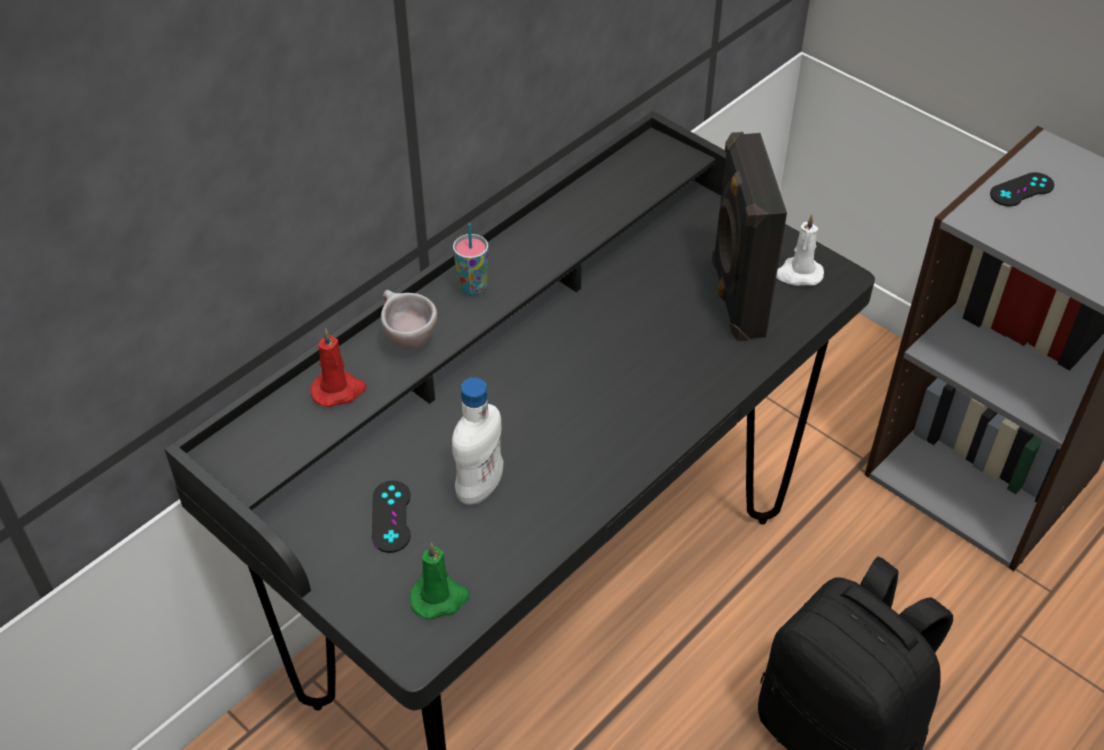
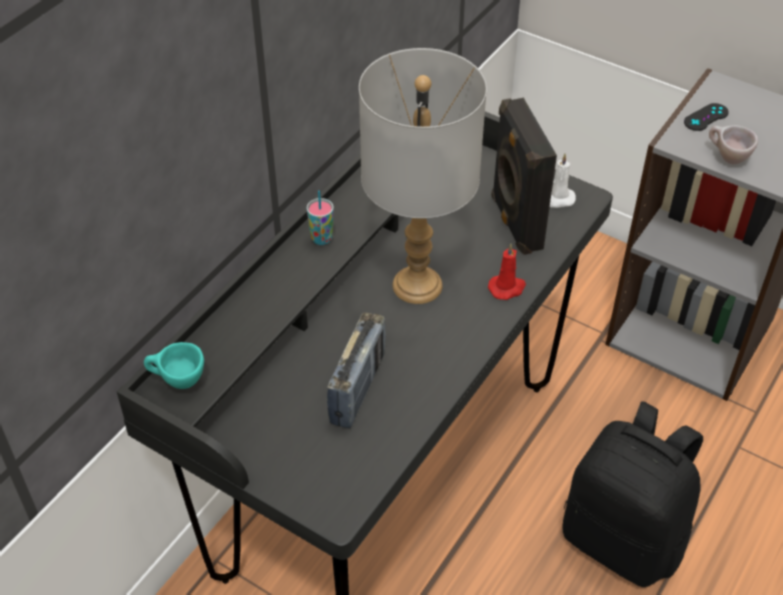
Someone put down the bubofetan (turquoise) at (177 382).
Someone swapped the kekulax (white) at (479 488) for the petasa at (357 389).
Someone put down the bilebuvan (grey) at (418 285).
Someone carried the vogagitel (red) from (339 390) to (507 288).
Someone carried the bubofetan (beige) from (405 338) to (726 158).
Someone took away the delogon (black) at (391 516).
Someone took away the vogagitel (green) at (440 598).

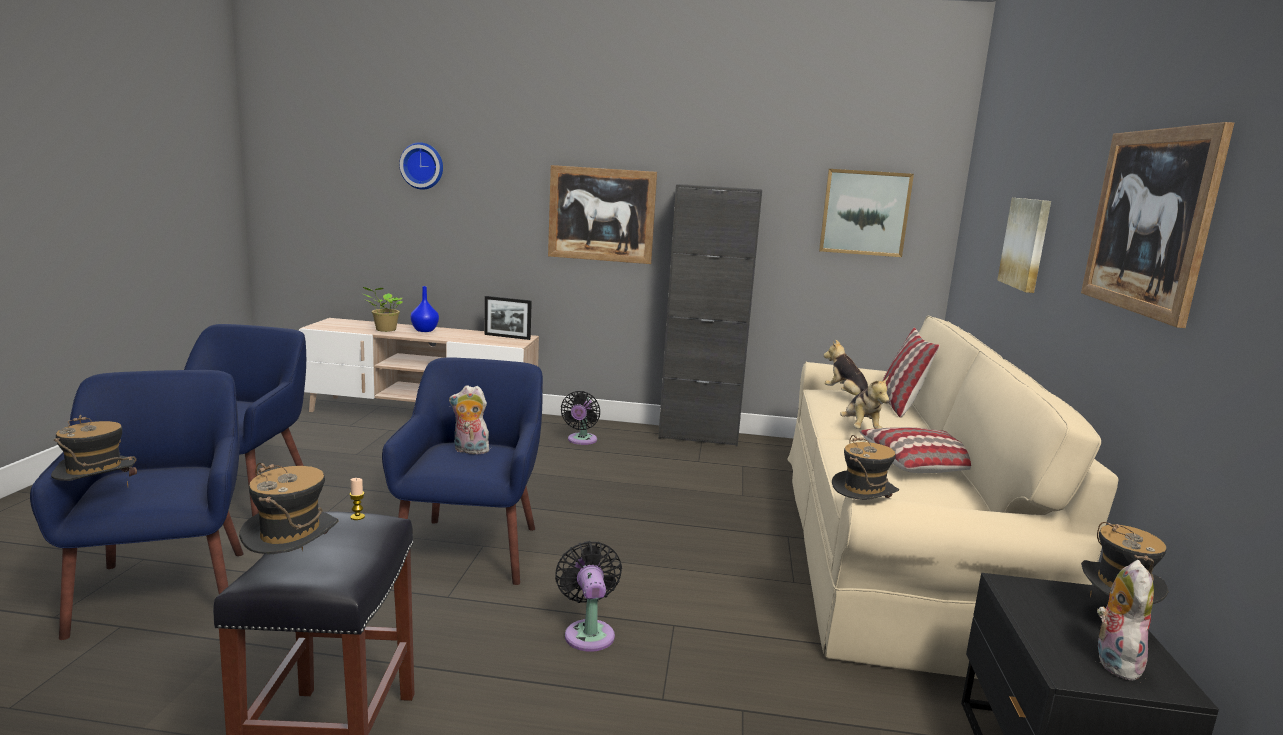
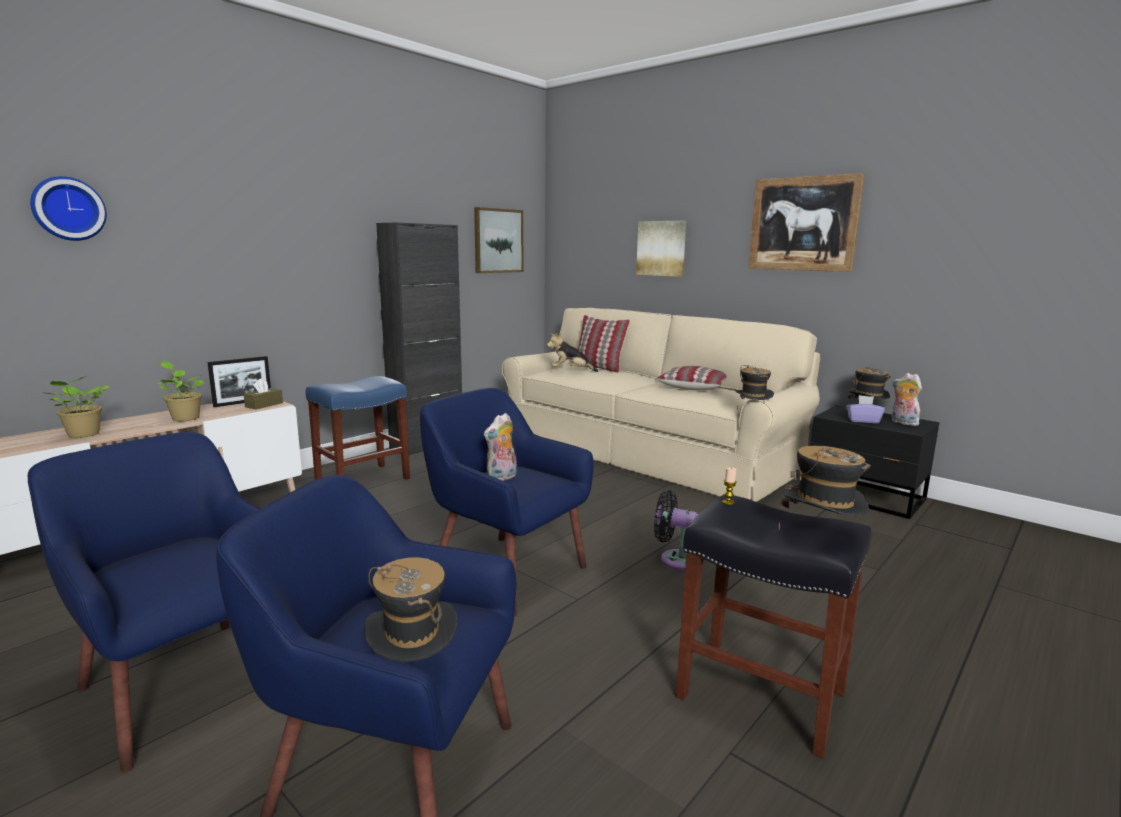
Someone put down the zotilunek at (184 418).
Someone put down the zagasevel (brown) at (264 405).
Someone swapped the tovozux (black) at (581 440) for the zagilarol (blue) at (363 479).
Someone put down the zagasevel (purple) at (863 420).
Someone took away the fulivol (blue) at (425 330).
Someone took away the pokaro at (601 214).
Someone took away the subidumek at (860 429).

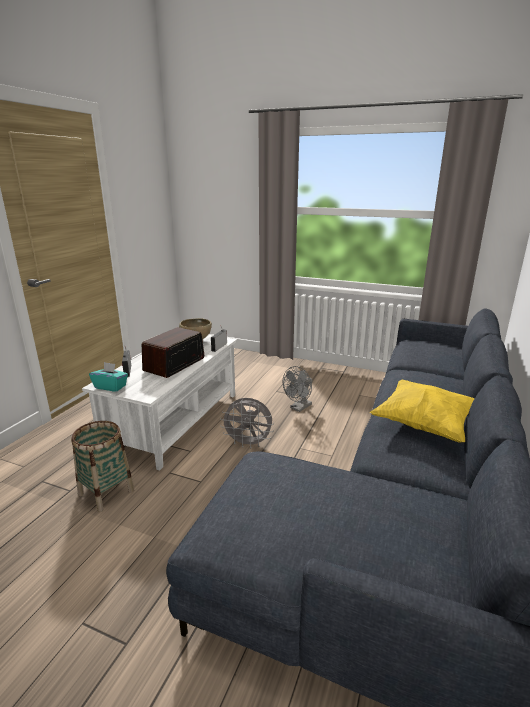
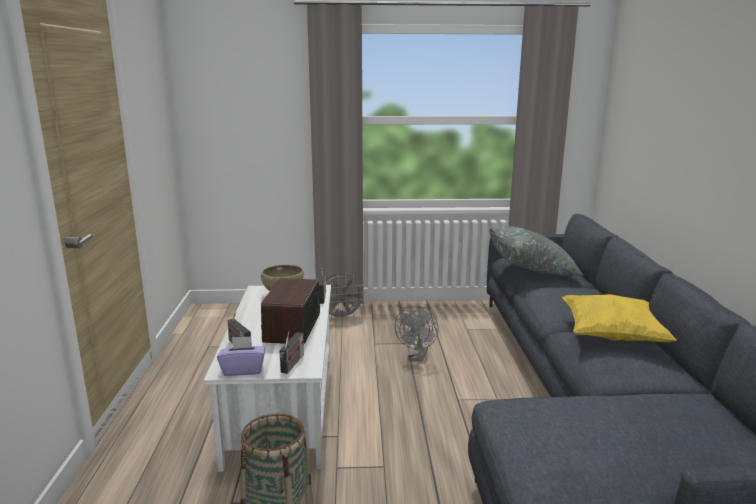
Someone repainted the zagasevel (turquoise) at (111 386), which became the zagasevel (purple) at (243 370).
Someone put down the petasa at (292 364).
Someone carried the tovozux (grey) from (248 443) to (341 317).
Someone put down the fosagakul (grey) at (532 269).

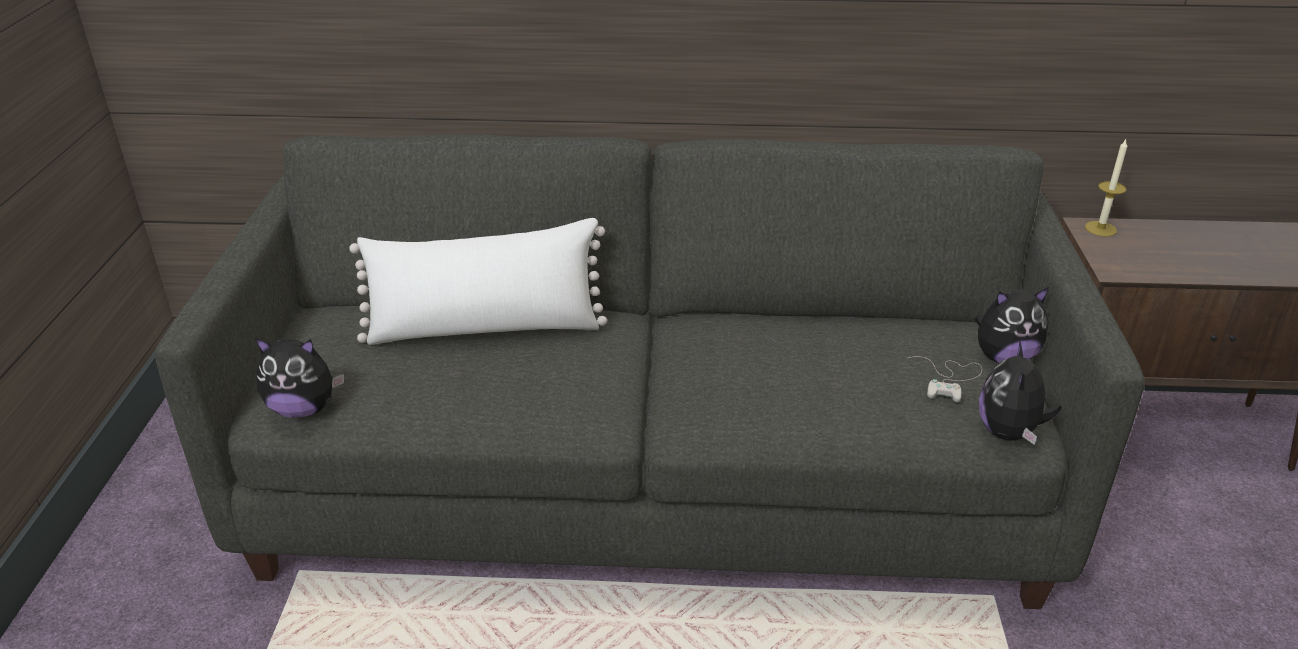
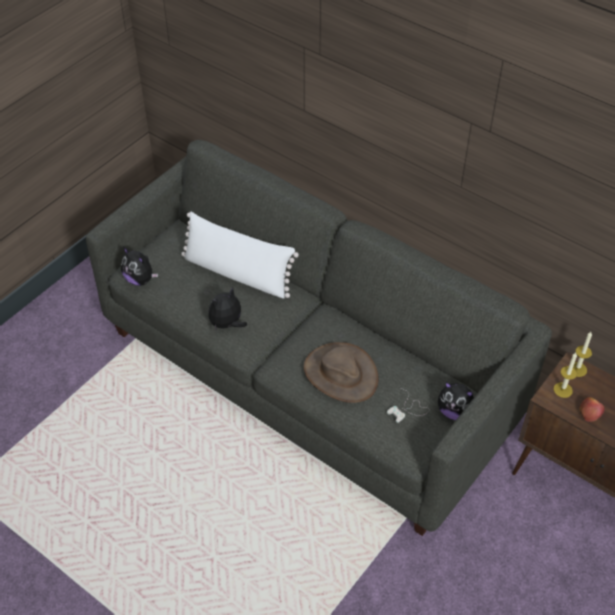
Someone carried the subidumek from (1009 433) to (227 324).
Someone put down the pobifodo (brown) at (340 374).
Someone put down the vogagitel at (563 390).
Someone put down the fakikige at (590 412).

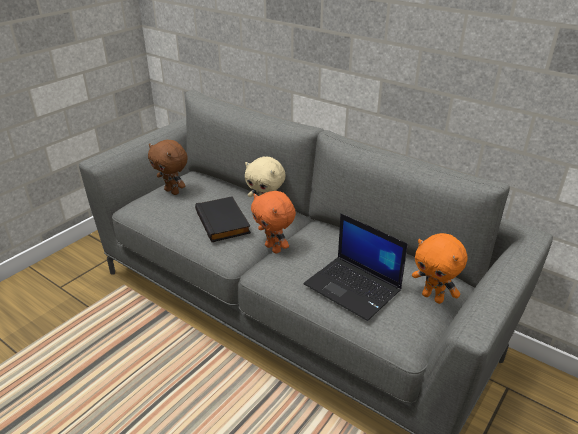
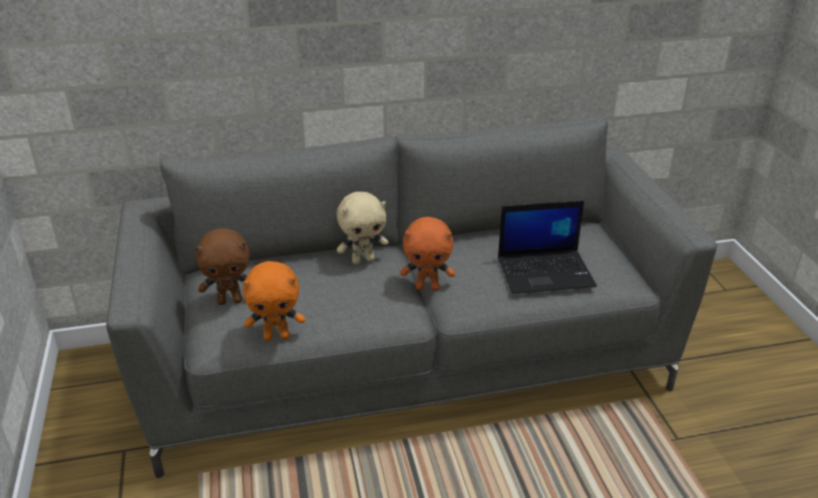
Someone carried the subidumek (orange) from (433 297) to (277 336).
Someone took away the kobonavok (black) at (224 222).

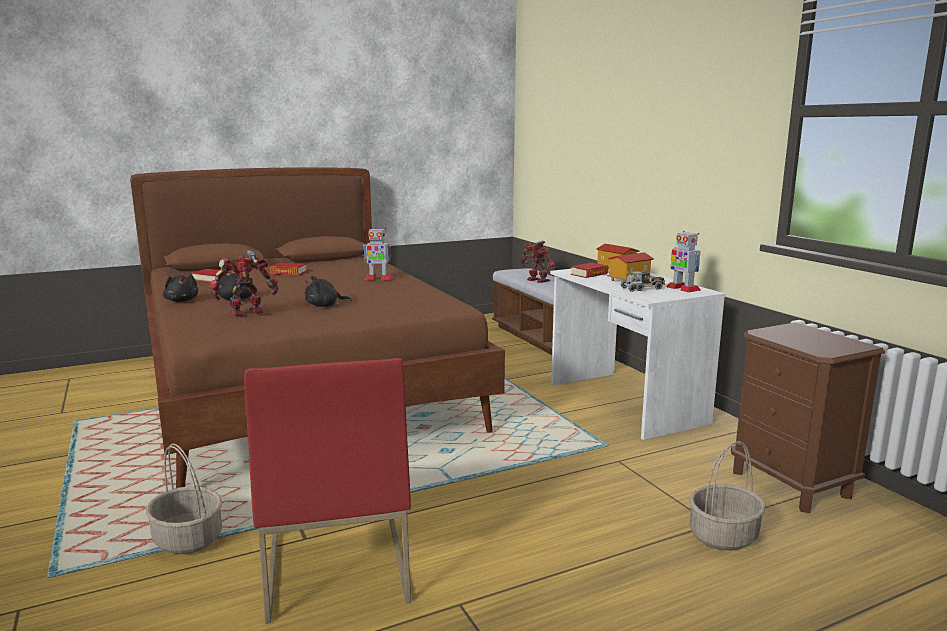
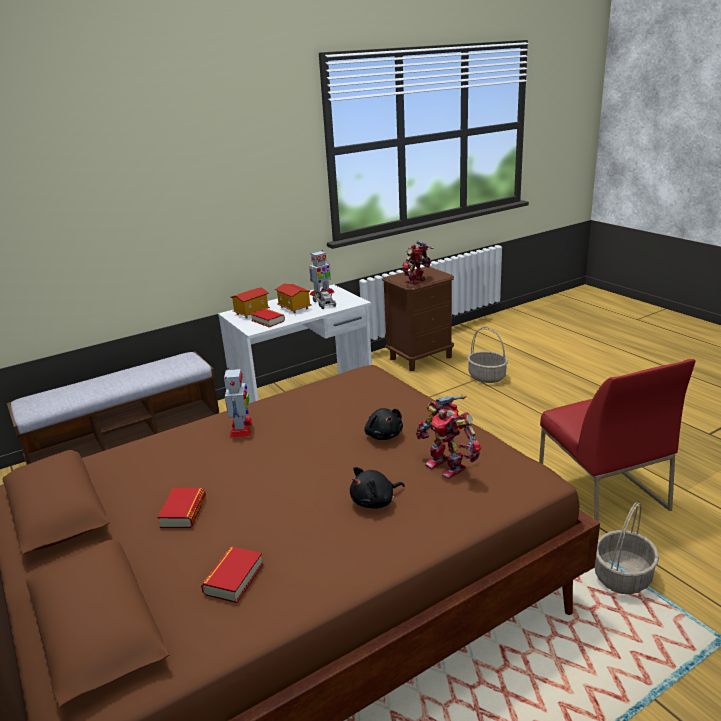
Someone carried the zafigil from (537 281) to (417 281).
Someone rotated the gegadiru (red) at (335 566) by 90 degrees clockwise.
Someone took away the subidumek (black) at (182 301).

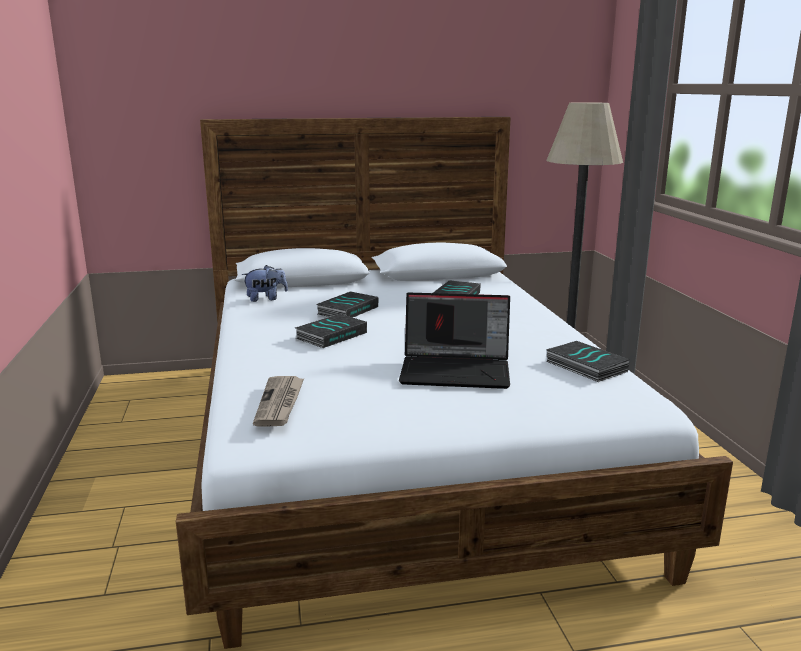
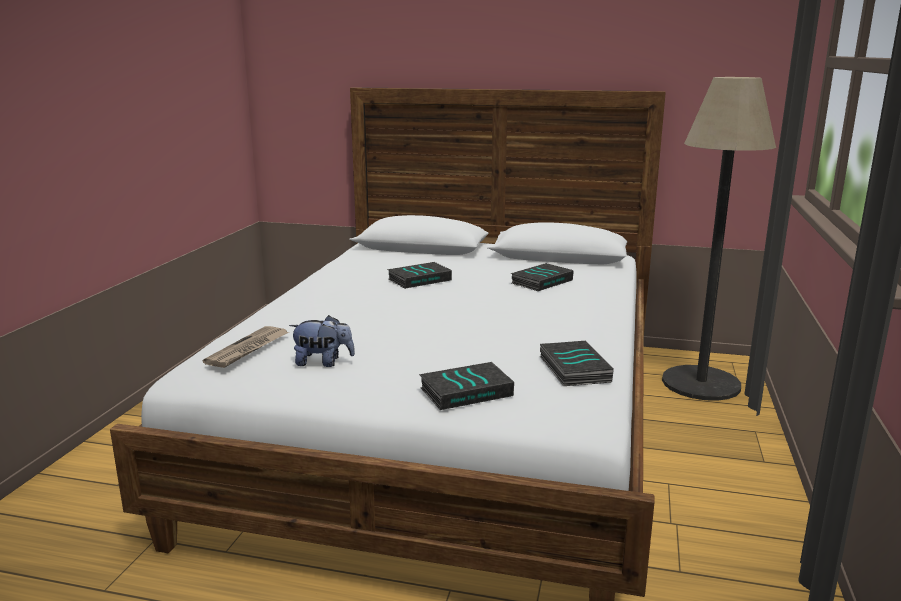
Someone carried the subidumek from (266 299) to (323 362).
Someone carried the kobonavok from (331 335) to (466 391).
Someone took away the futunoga at (457 370).

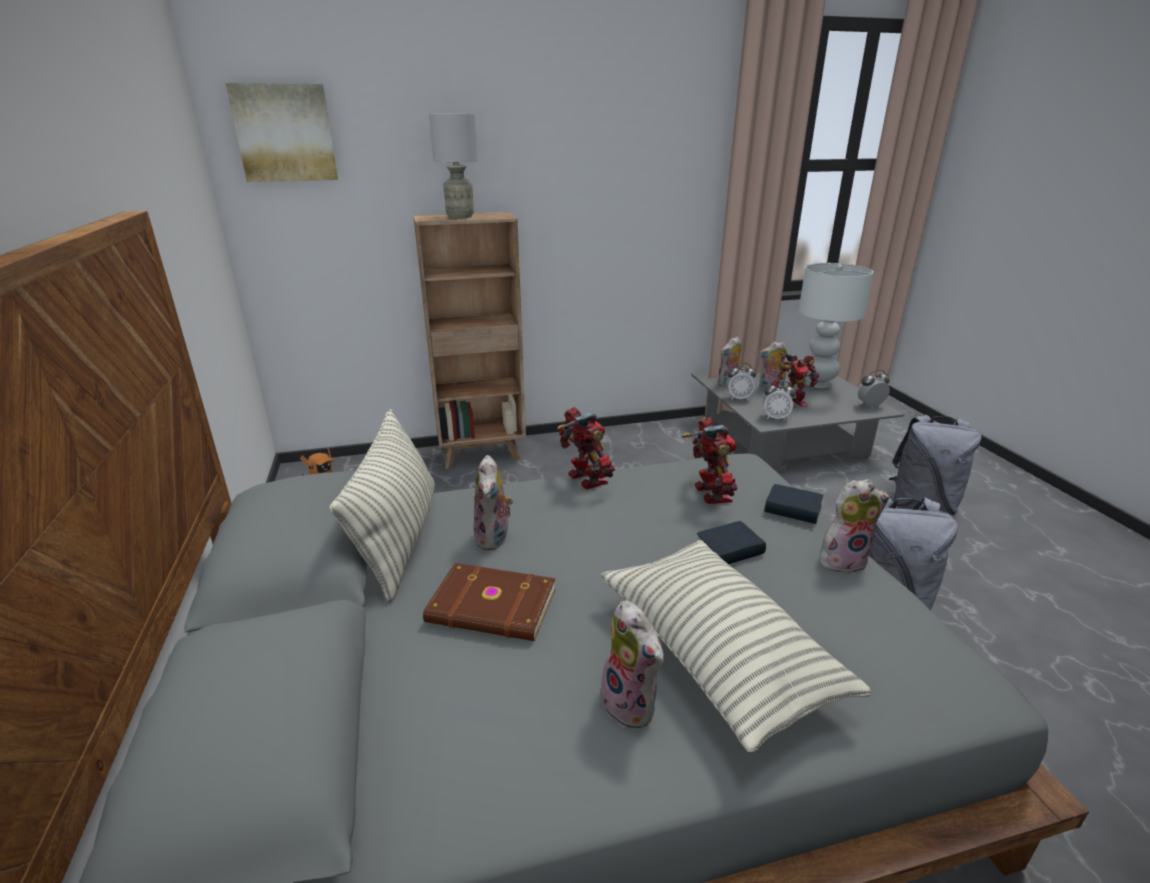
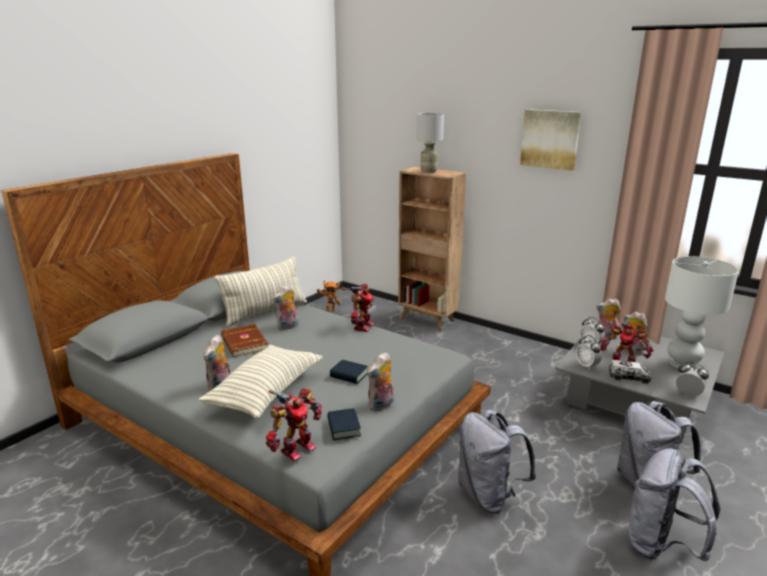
Someone carried the zafigil from (709 494) to (296 448).
Someone carried the kobonavok from (793 509) to (343 428).
Someone rotated the subidumek at (843 560) by 90 degrees clockwise.
Someone carried the pokaro from (285 133) to (550 139).
Someone put down the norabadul at (628 377).
Someone put down the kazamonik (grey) at (661 546).

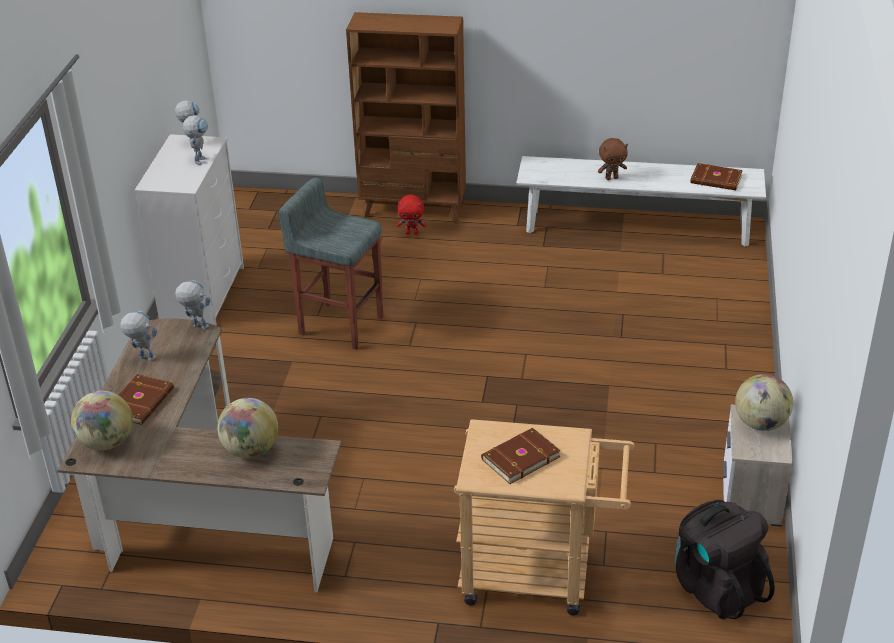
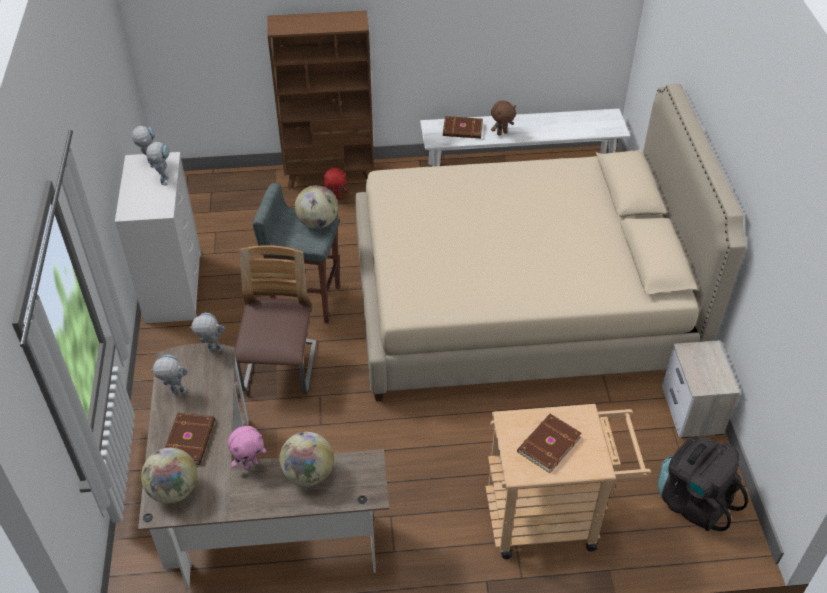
Someone put down the subidumek (pink) at (250 464).
Someone put down the gegadiru at (280 368).
Someone carried the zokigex from (761 423) to (318 223).
Someone put down the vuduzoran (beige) at (519 303).
Someone carried the kobonavok (brown) from (716 180) to (463 130).

